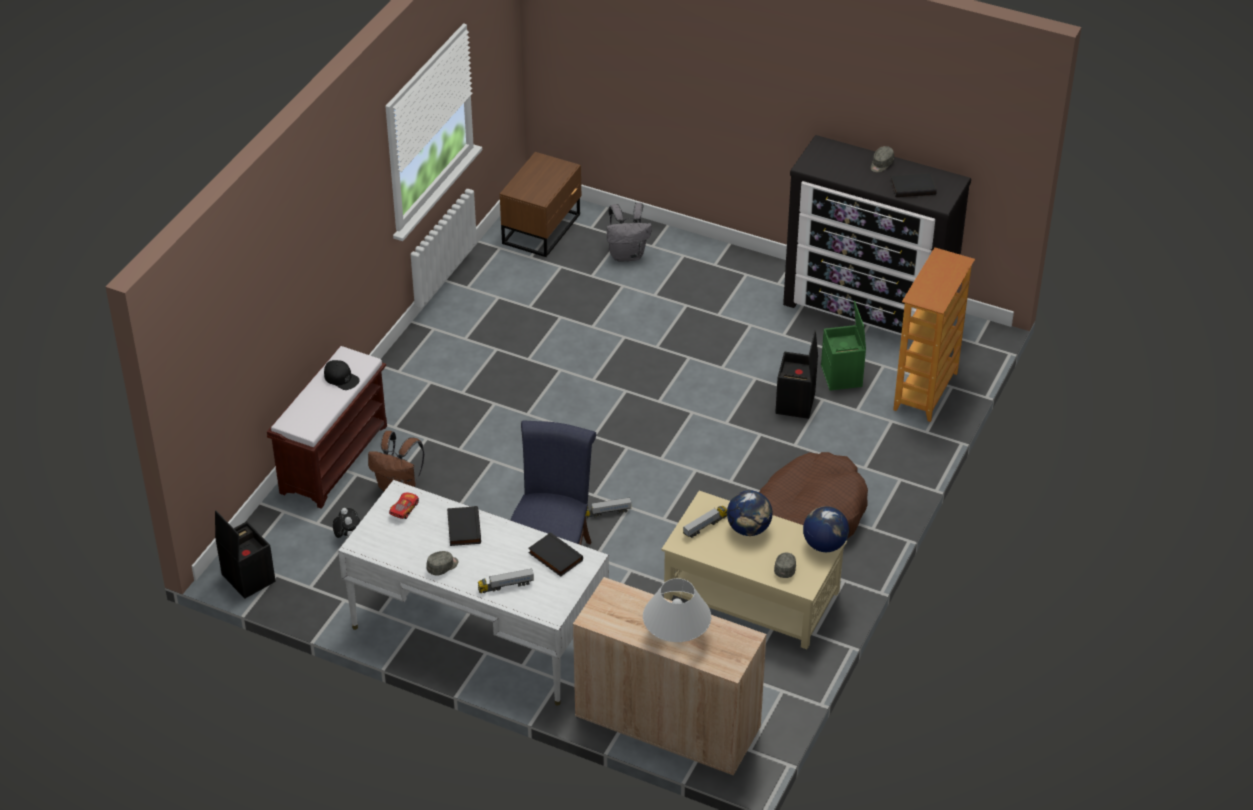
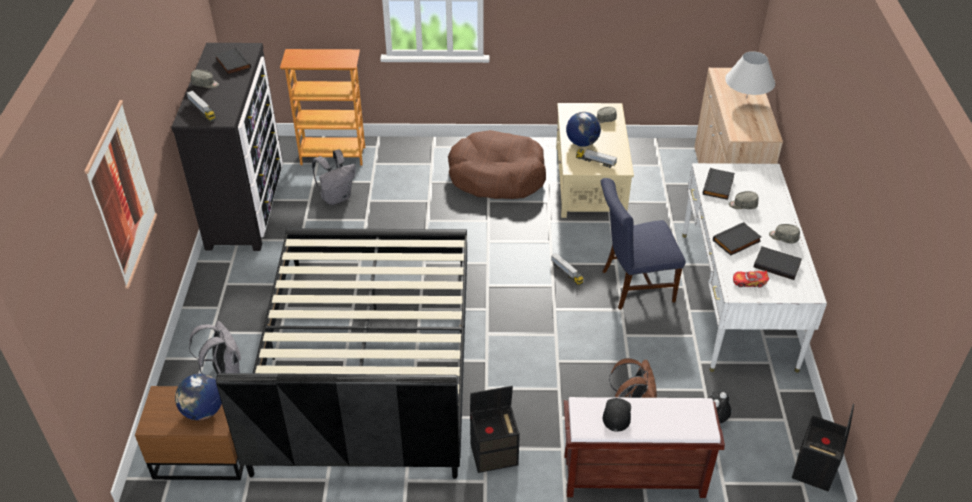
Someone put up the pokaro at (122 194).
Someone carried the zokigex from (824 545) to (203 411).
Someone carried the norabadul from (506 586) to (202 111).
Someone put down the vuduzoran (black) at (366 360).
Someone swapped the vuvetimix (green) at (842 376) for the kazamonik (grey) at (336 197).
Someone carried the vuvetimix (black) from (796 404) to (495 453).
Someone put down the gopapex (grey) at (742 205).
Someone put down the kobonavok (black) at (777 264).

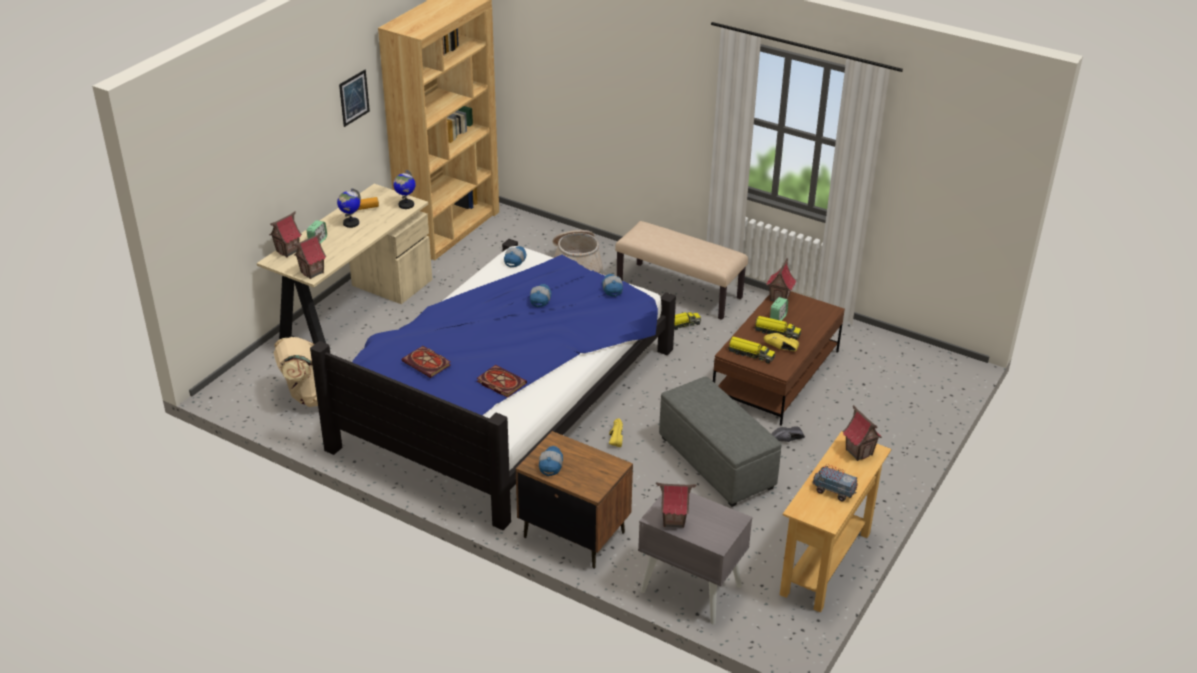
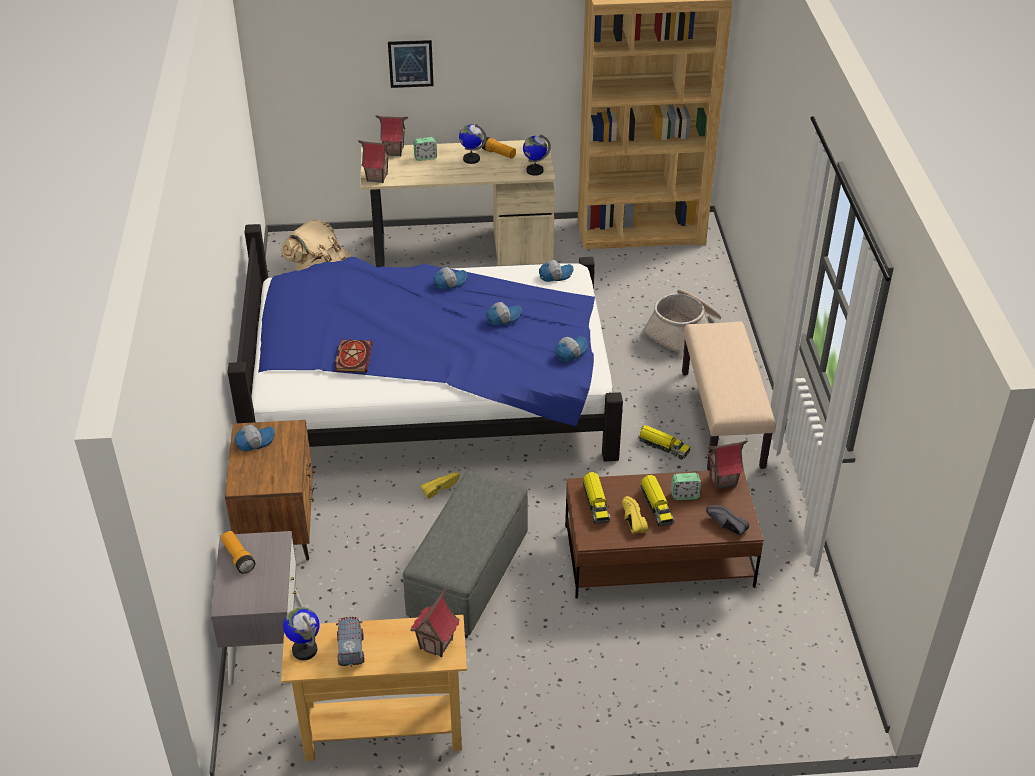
Someone swapped the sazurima at (673 520) for the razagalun at (238 557).
Someone put down the zokigex at (304 650).
Someone carried the pokaro from (354 98) to (410 63).
Someone put down the gopapex at (449 282).
Someone carried the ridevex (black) from (787 441) to (725 527).
Someone took away the kobonavok at (428 363).

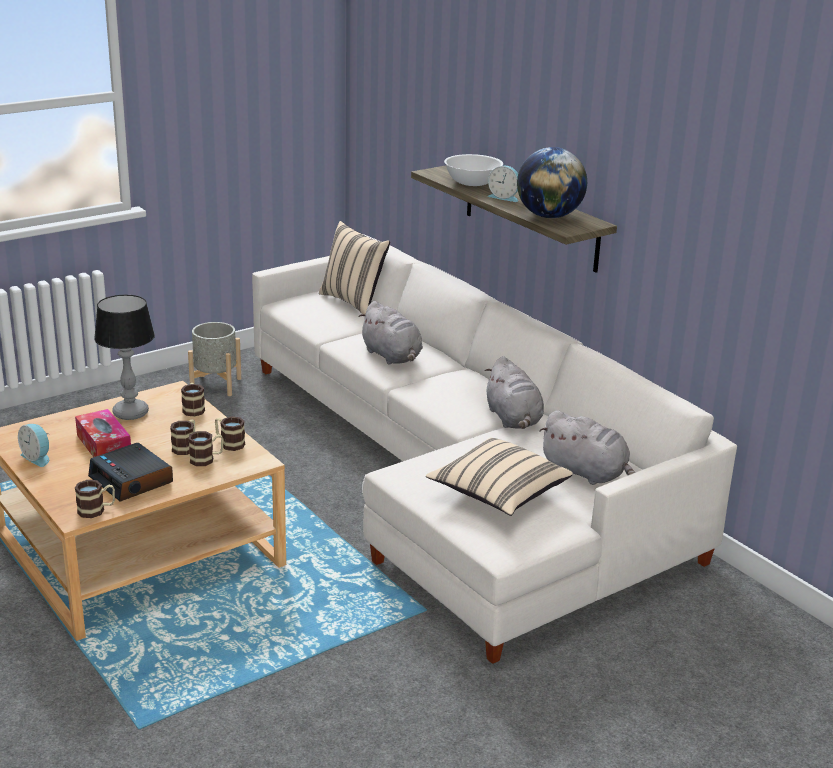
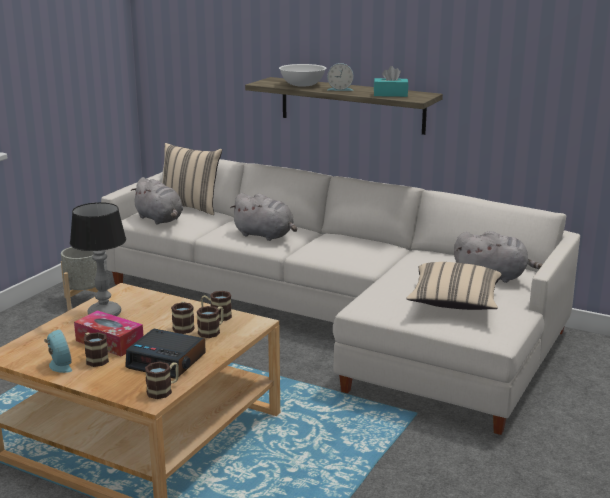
Someone rotated the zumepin at (37 458) by 135 degrees counterclockwise.
Someone carried the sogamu from (193 409) to (95 359).
Someone carried the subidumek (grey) from (513 419) to (160 219).
Someone swapped the zokigex at (549 216) for the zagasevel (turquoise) at (390 94).

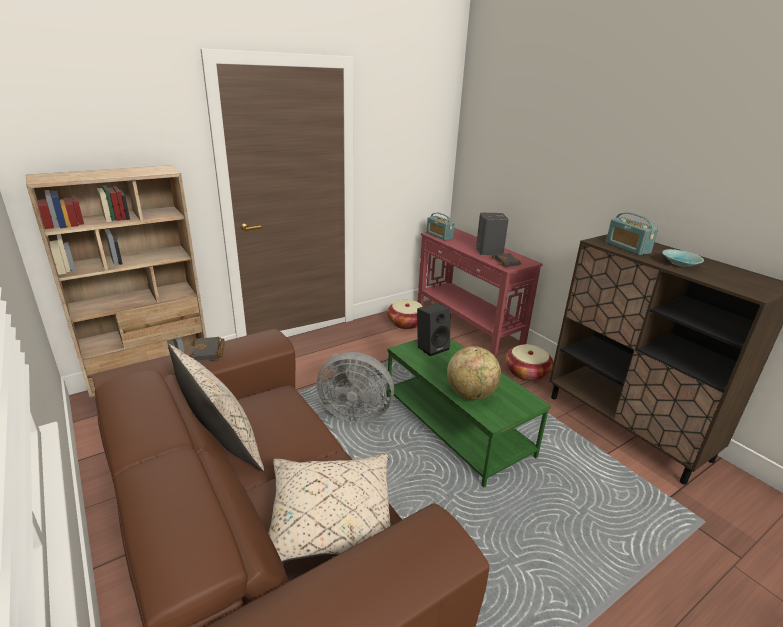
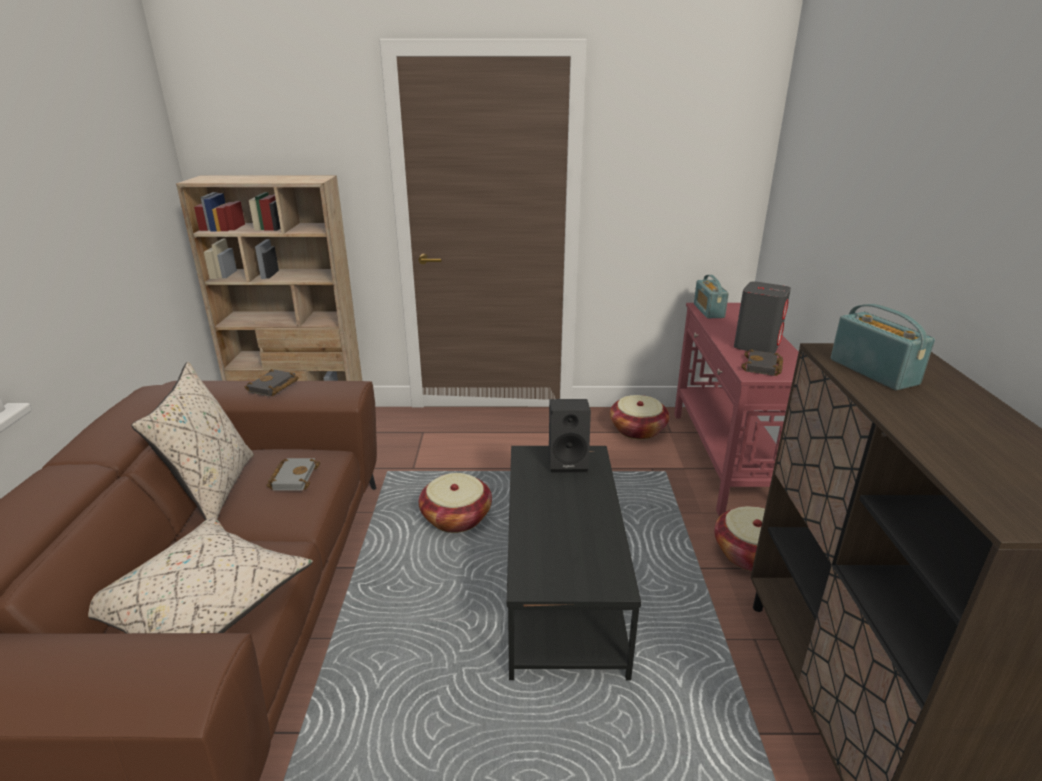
Someone put down the kobonavok (grey) at (293 477).
Someone swapped the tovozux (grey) at (354 412) for the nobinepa at (456 518).
Someone repainted the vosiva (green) at (455 425), which became the vosiva (black) at (561 583).
Someone rotated the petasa at (627 248) by 150 degrees clockwise.
Someone took away the zokigex at (471 394).
Someone took away the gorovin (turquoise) at (680 263).

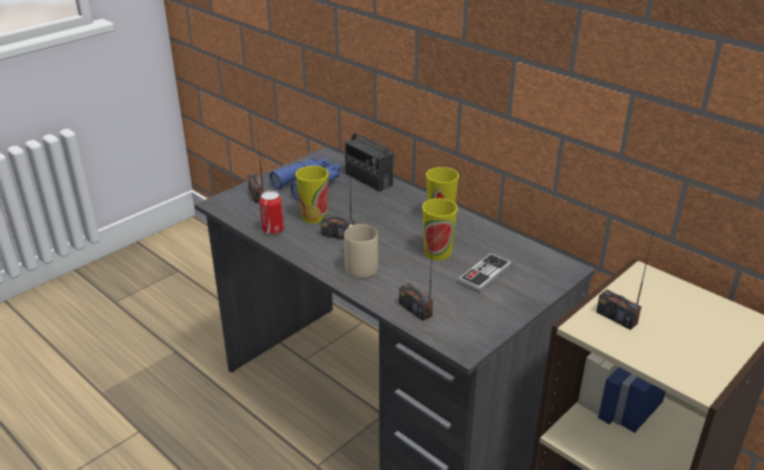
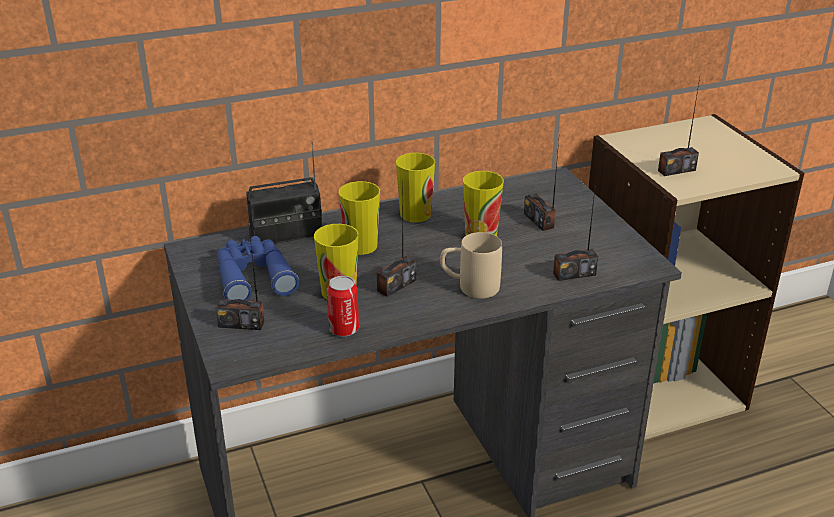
Someone put down the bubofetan at (361 246).
Someone swapped the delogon at (484 274) for the petasa at (539 220).

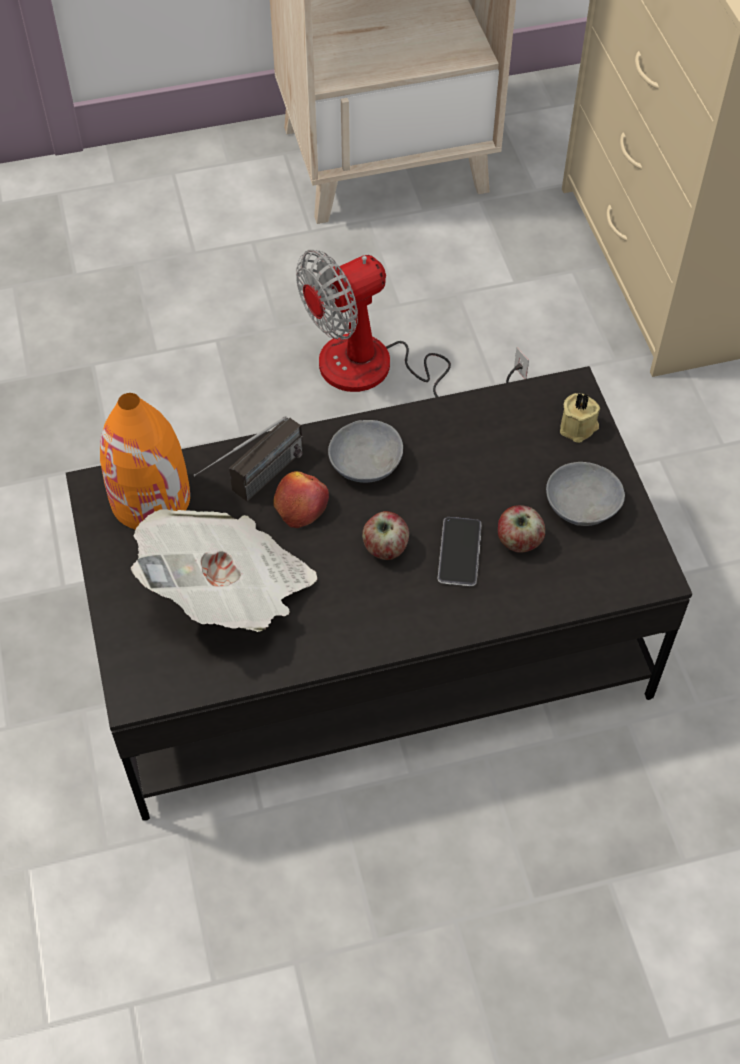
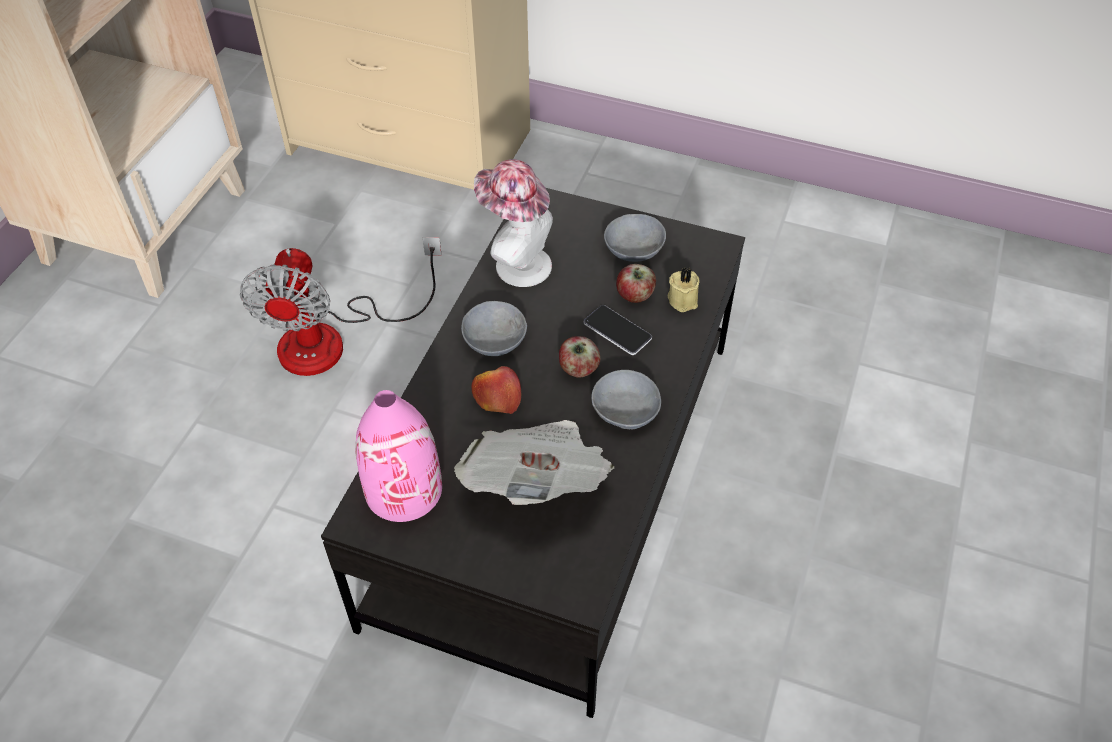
Someone repainted the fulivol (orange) at (151 499), which became the fulivol (pink) at (404 488).
Someone put down the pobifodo at (516 263).
Someone put down the gorovin (grey) at (627 411).
Someone carried the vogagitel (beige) from (579 427) to (683 299).
Someone took away the petasa at (254 486).

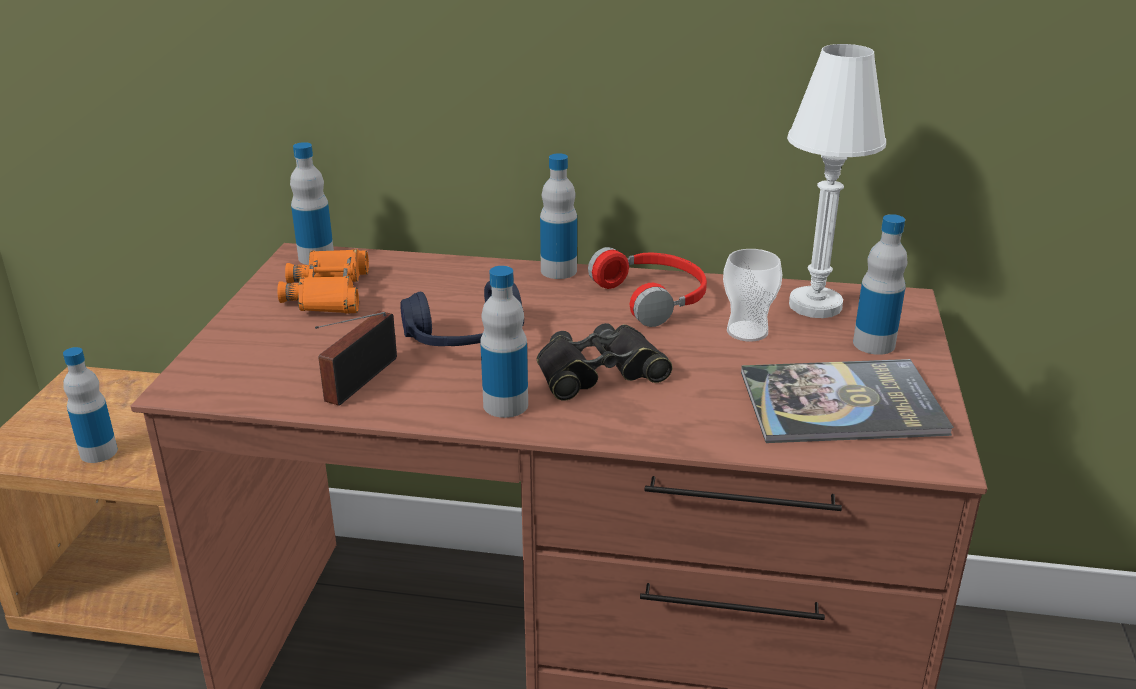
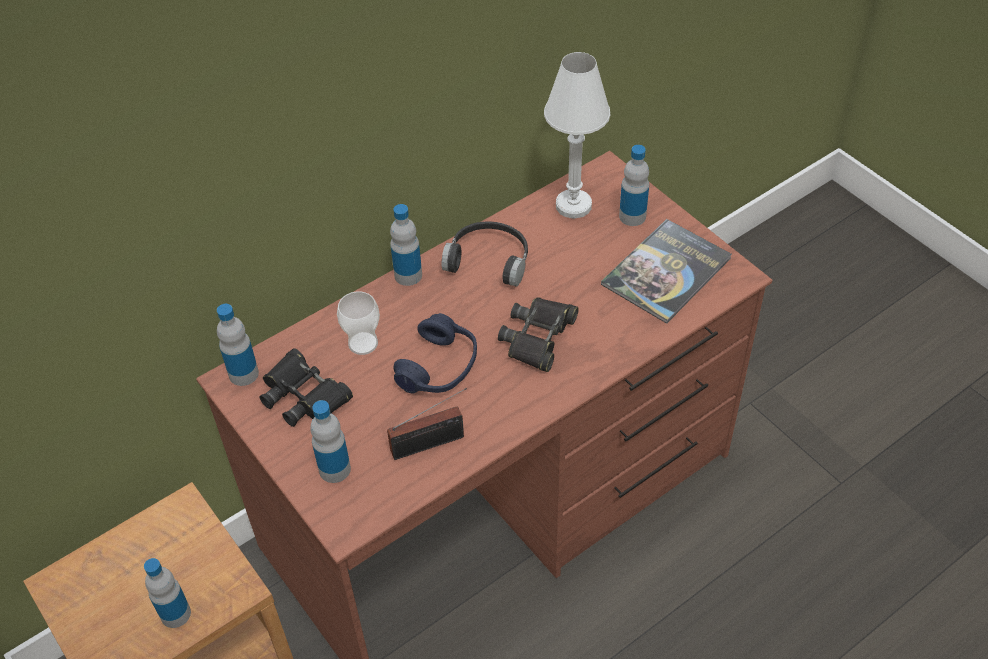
Someone repainted the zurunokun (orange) at (329 292), which became the zurunokun (black) at (304 395).
Someone carried the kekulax from (505 405) to (334 469).
Someone carried the bubofetan from (747 331) to (363 343).
Someone rotated the petasa at (357 382) by 90 degrees counterclockwise.
Someone repainted the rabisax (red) at (654 298), which became the rabisax (black) at (489 259).

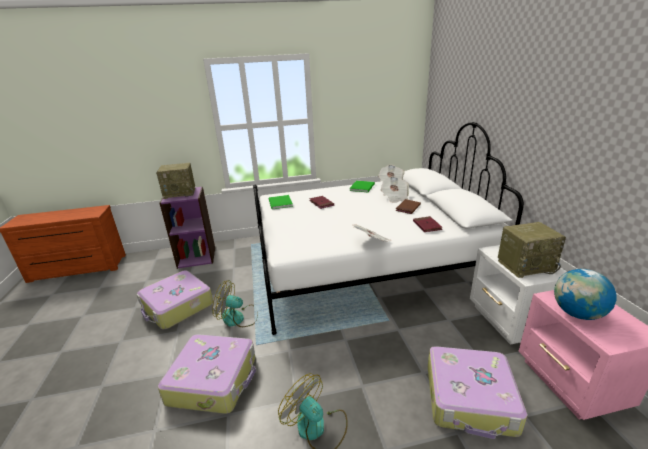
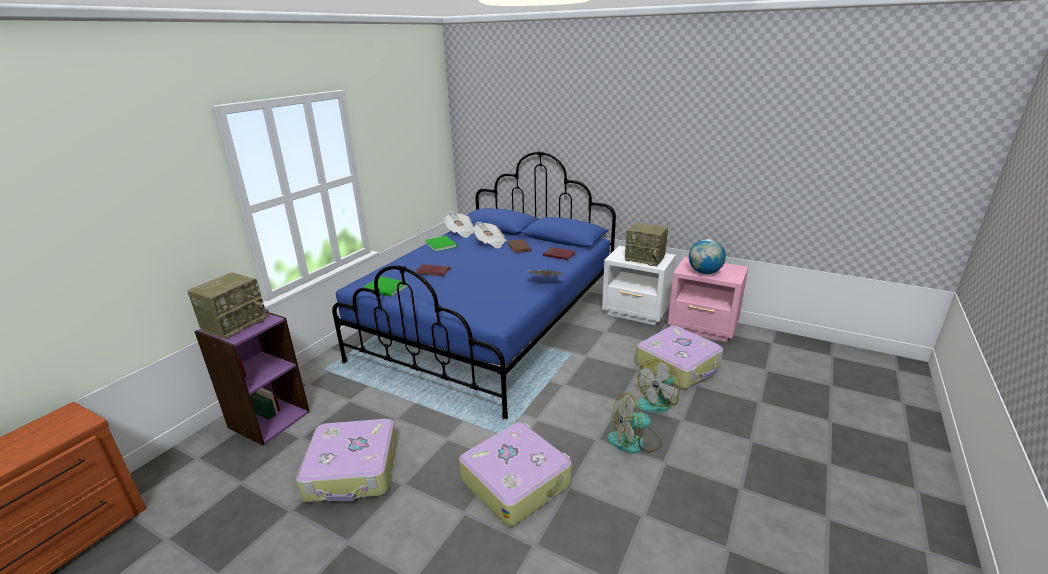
Someone repainted the vuduzoran (white) at (367 266), which became the vuduzoran (blue) at (491 327).
Someone rotated the petasa at (525 265) by 90 degrees clockwise.
Someone carried the tovozux from (238 318) to (658 401).

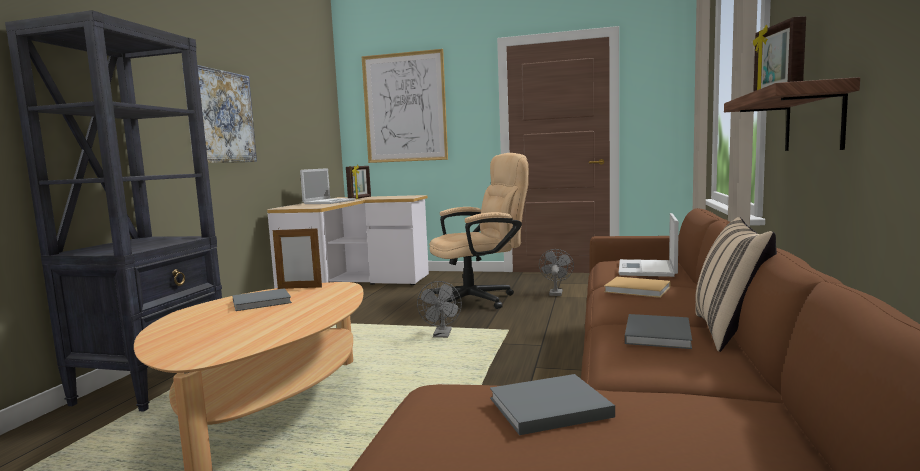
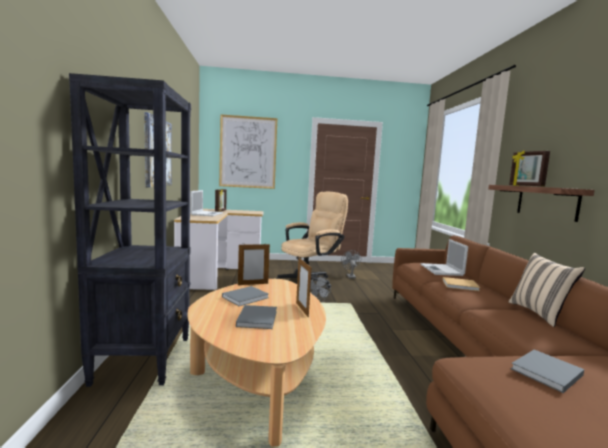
Someone carried the kobonavok (grey) from (657 333) to (257 318).
Someone put down the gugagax at (302 309).

